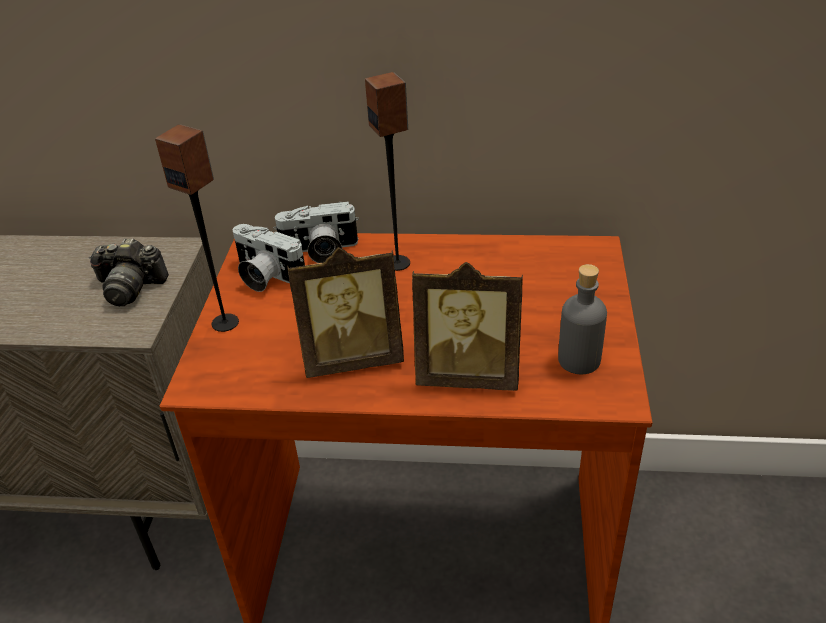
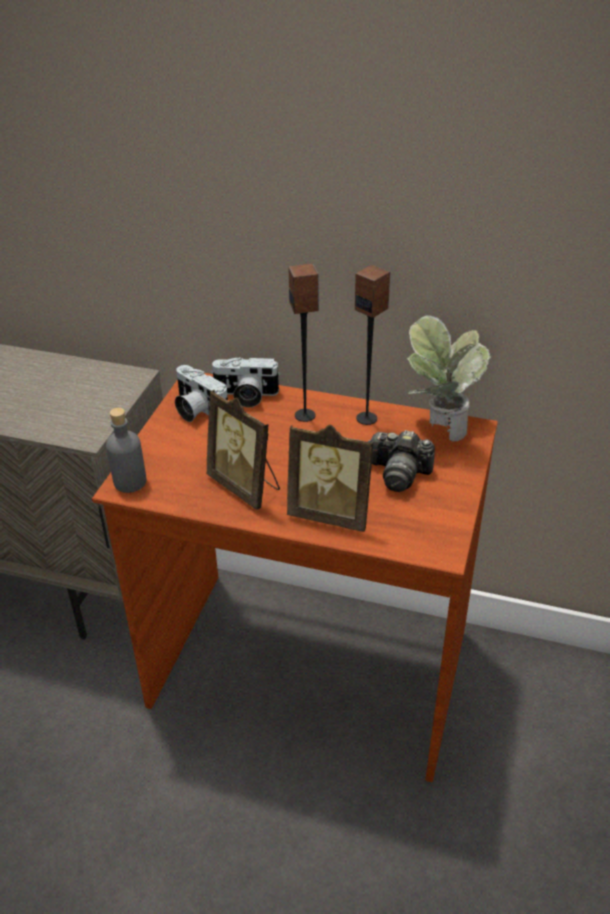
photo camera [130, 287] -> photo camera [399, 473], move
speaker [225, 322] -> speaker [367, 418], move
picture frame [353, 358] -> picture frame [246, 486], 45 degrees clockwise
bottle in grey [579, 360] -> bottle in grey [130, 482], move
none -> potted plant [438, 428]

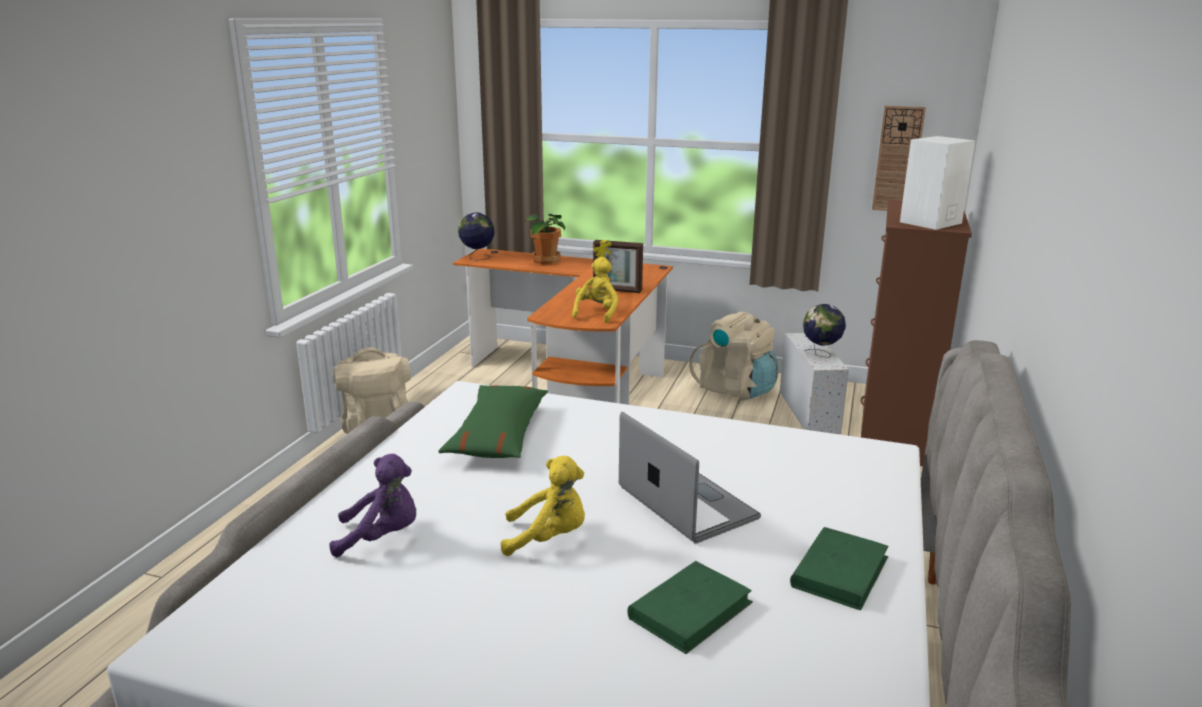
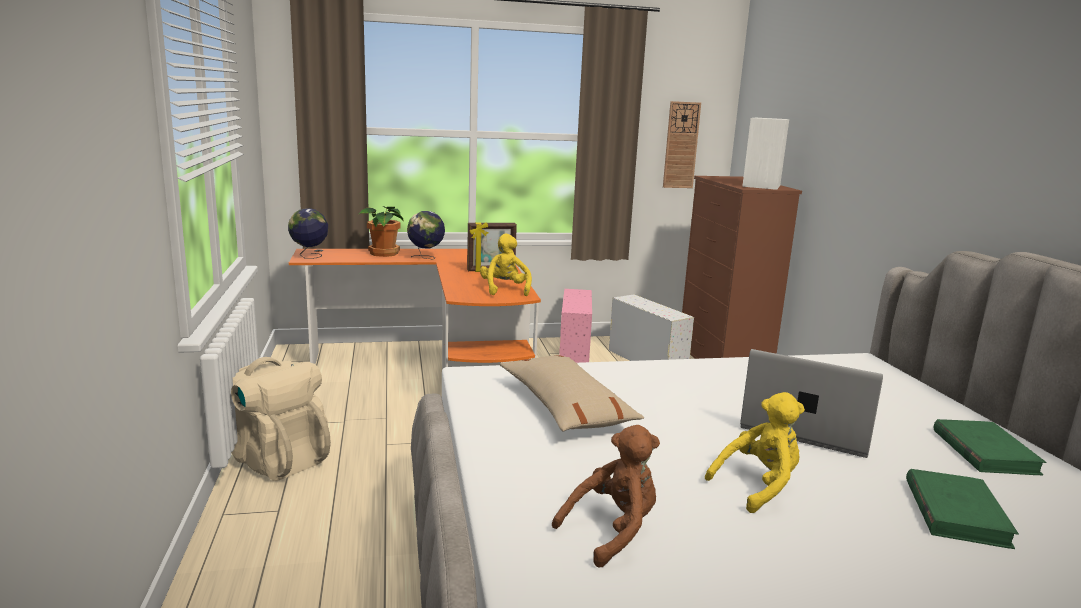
plush toy in purple [381, 537] -> plush toy in brown [612, 531]
pillow in green [498, 435] -> pillow in beige [565, 407]
backpack in beige [735, 389] -> storage box in pink [574, 354]
globe [821, 354] -> globe [426, 258], move

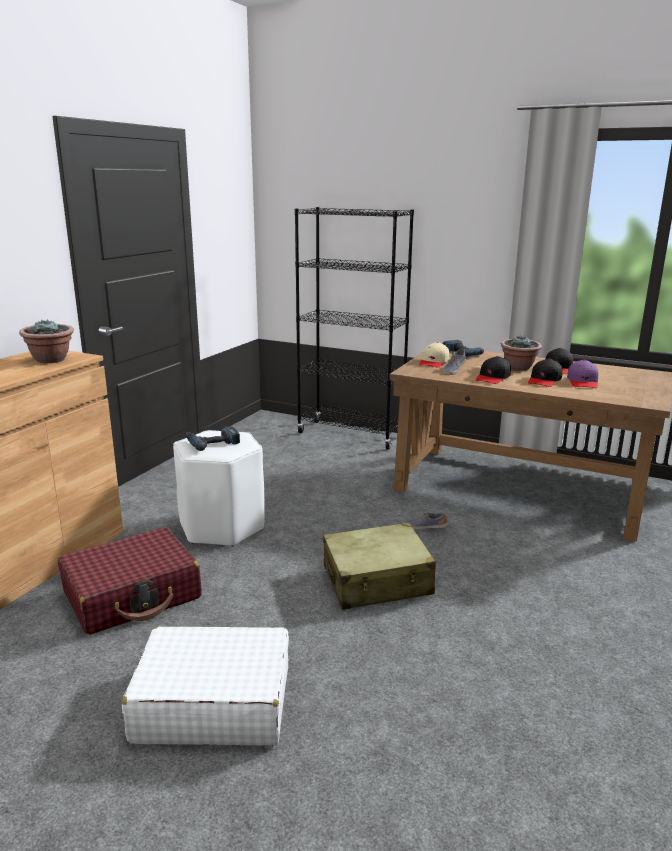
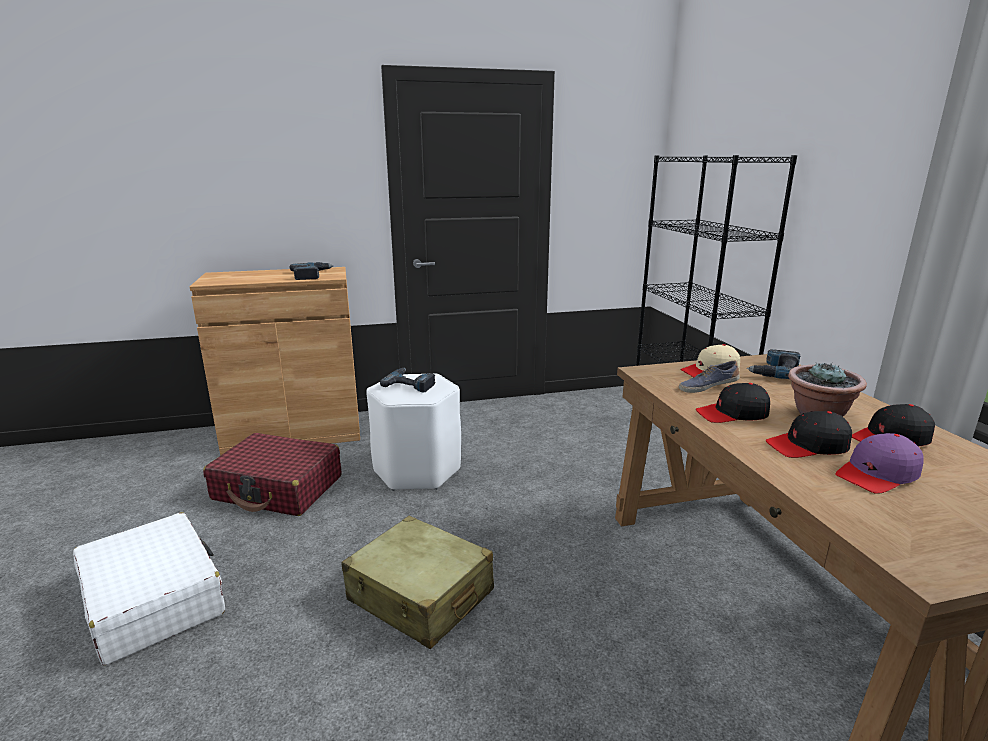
potted plant [51, 360] -> power drill [311, 275]
shoe [425, 528] -> none

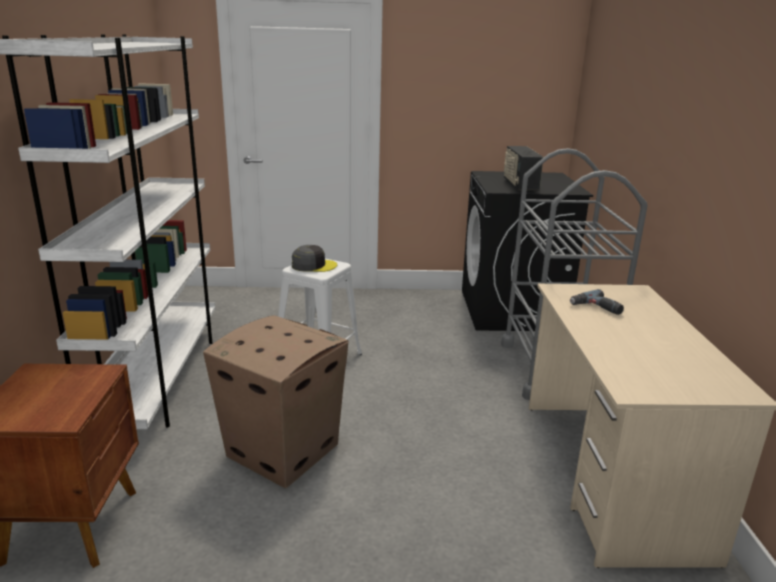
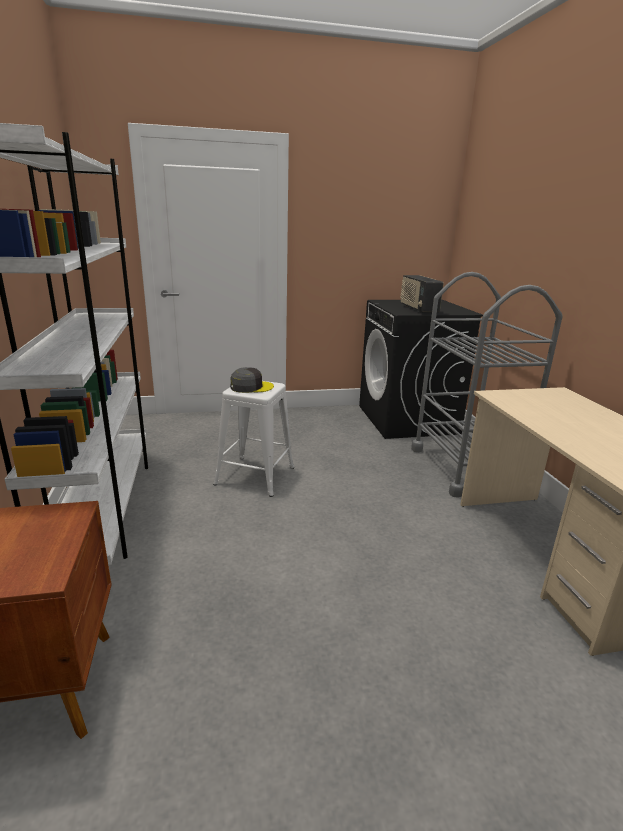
cardboard box [281, 450] -> none
power drill [596, 308] -> none

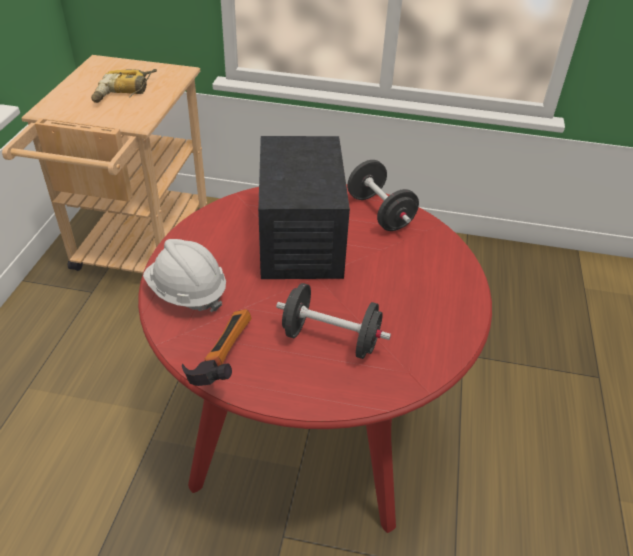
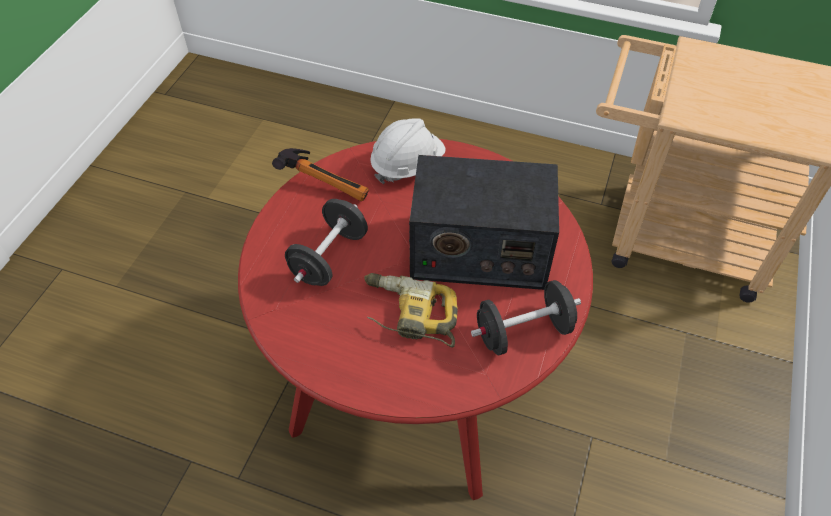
power drill [125, 93] -> power drill [408, 315], move

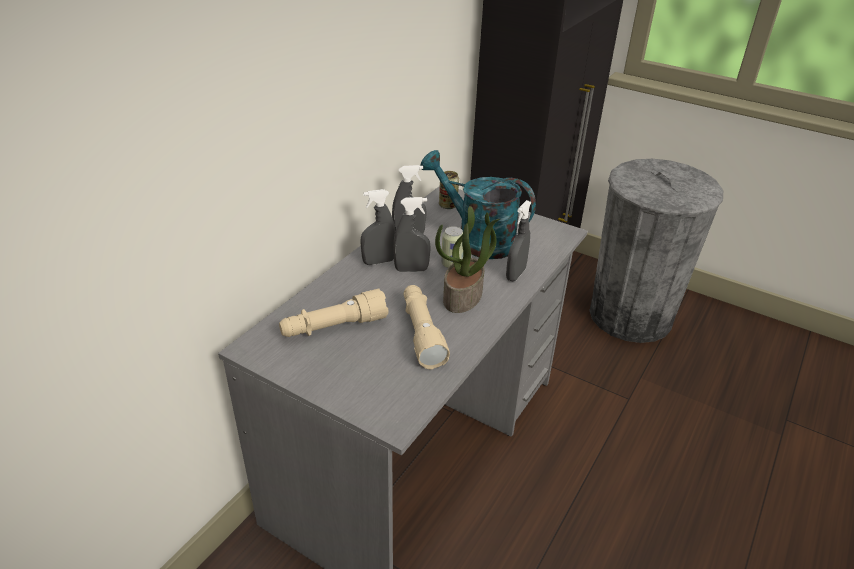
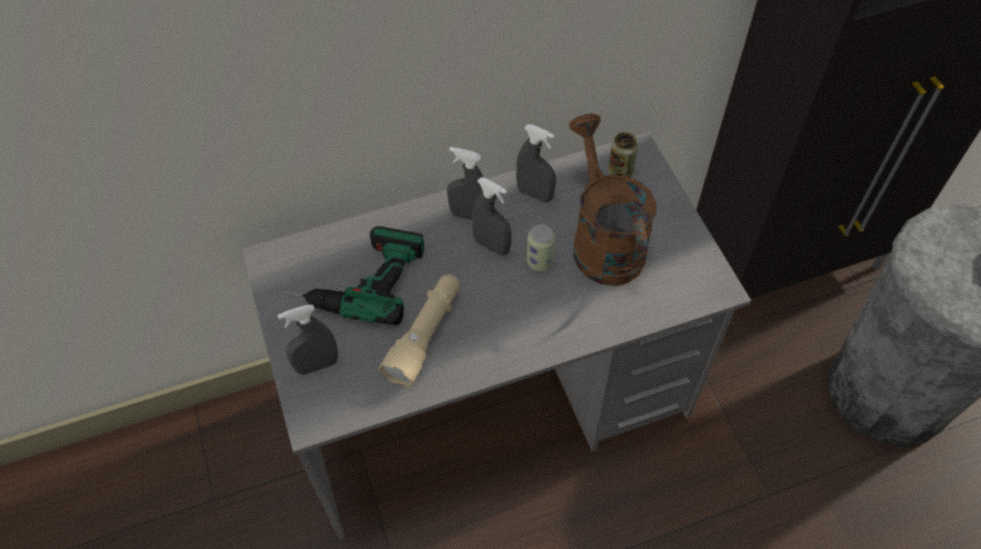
flashlight in beige [334, 327] -> power drill [355, 277]
watering can in turquoise [476, 239] -> watering can in brown [603, 240]
potted plant [463, 297] -> none
spray bottle in grey [515, 274] -> spray bottle in grey [317, 365], move

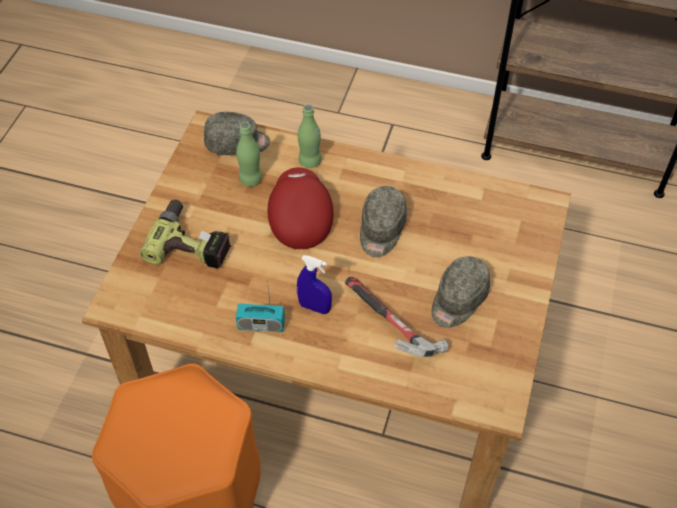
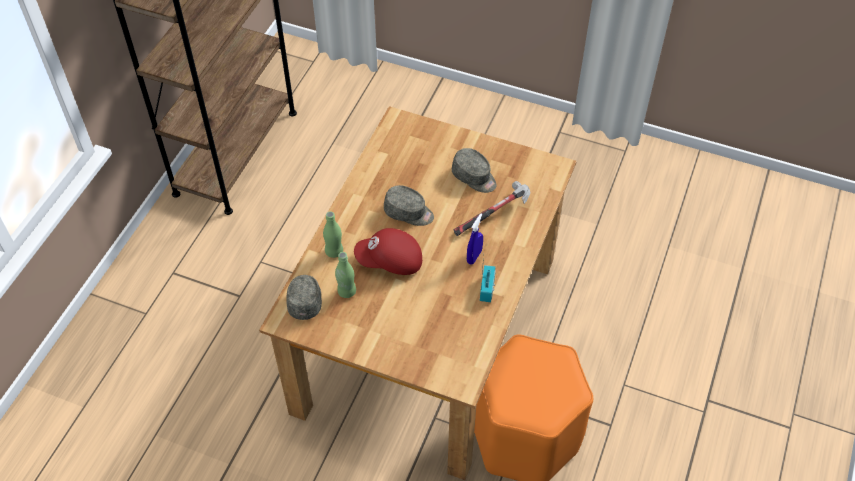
power drill [192, 242] -> none

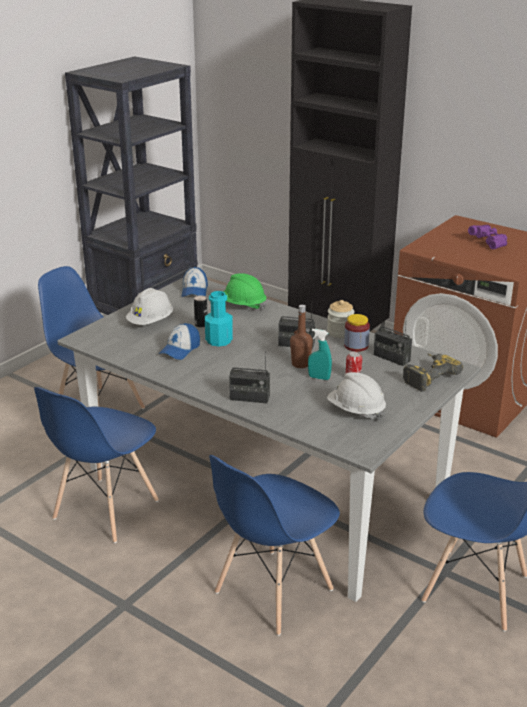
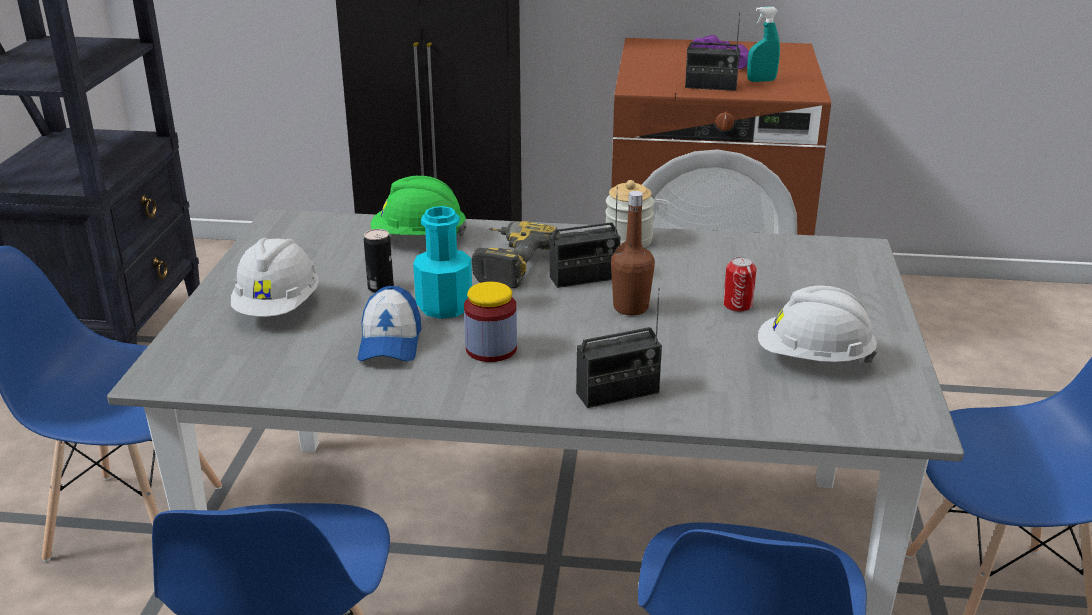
cap [194, 291] -> none
spray bottle in turquoise [319, 378] -> spray bottle in turquoise [761, 81], move
jar [356, 346] -> jar [491, 349], move
radio [391, 358] -> radio [710, 86], move
power drill [427, 376] -> power drill [507, 264], move

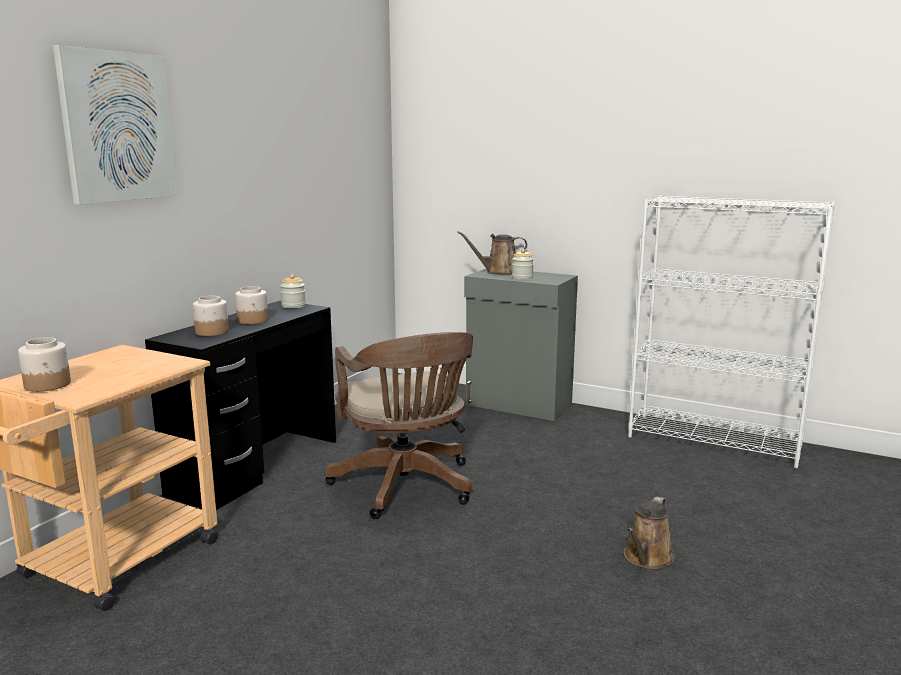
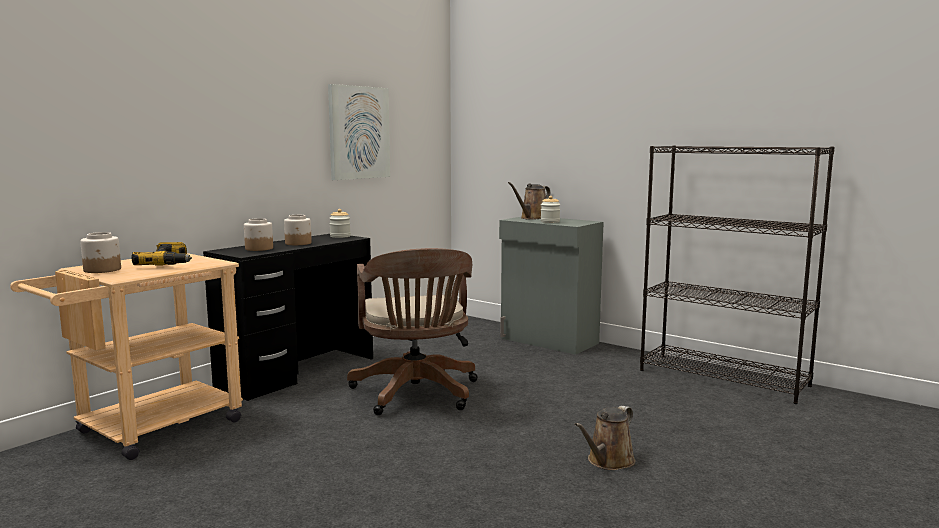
picture [117, 127] -> picture [358, 132], move
watering can in brown [498, 272] -> watering can in brown [533, 218], 45 degrees counterclockwise
bookcase in white [715, 441] -> bookcase in black [724, 378]
none -> power drill [169, 264]

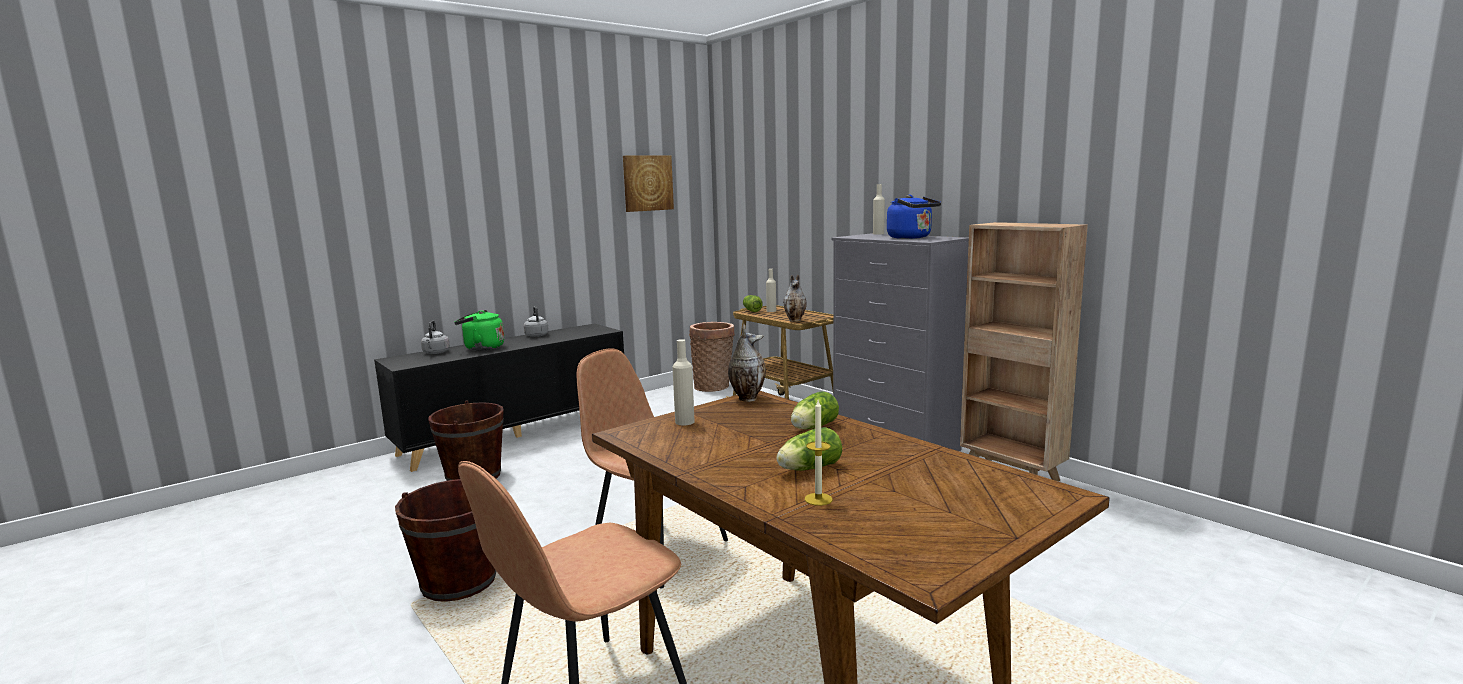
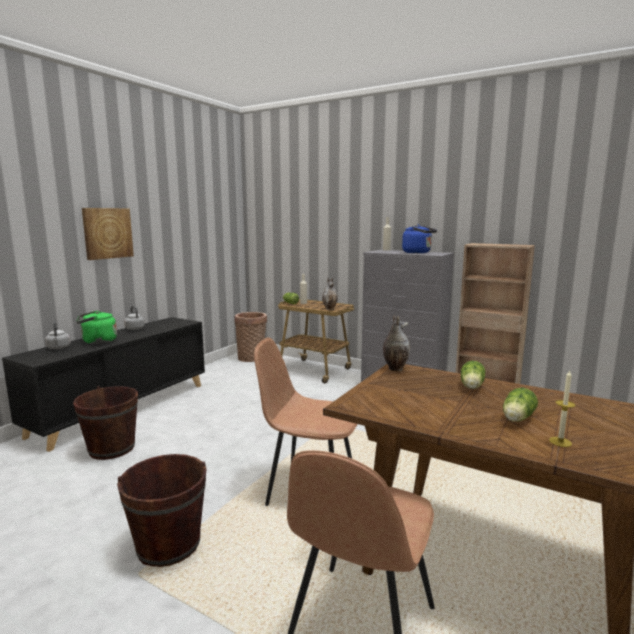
picture [647, 183] -> picture [107, 233], move
bottle in beige [684, 422] -> none

